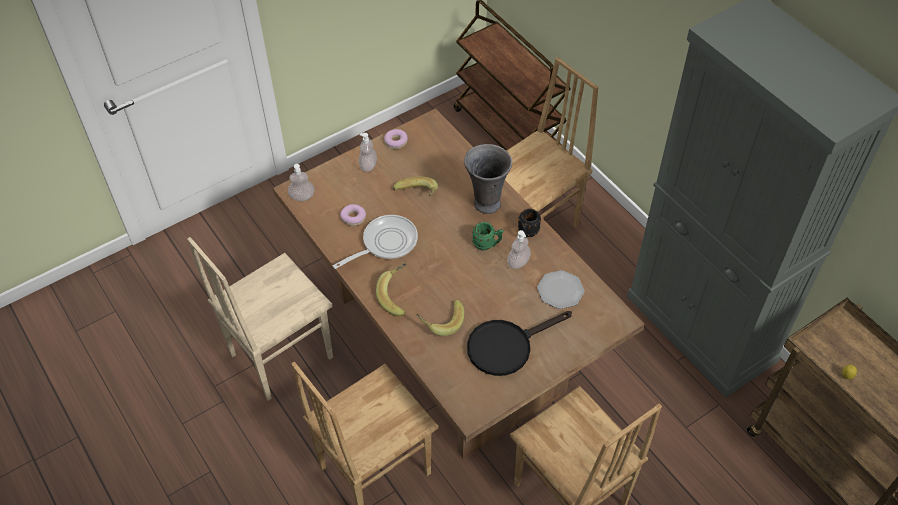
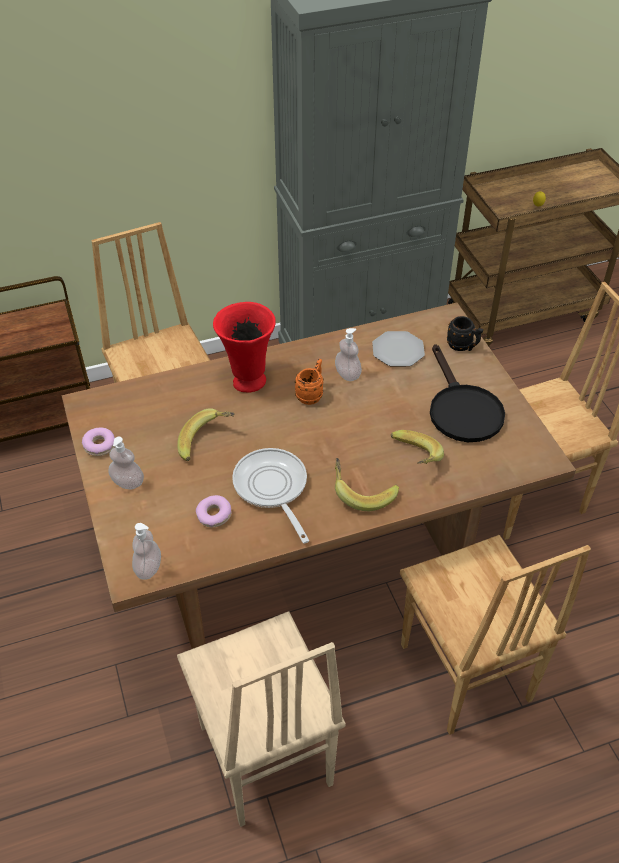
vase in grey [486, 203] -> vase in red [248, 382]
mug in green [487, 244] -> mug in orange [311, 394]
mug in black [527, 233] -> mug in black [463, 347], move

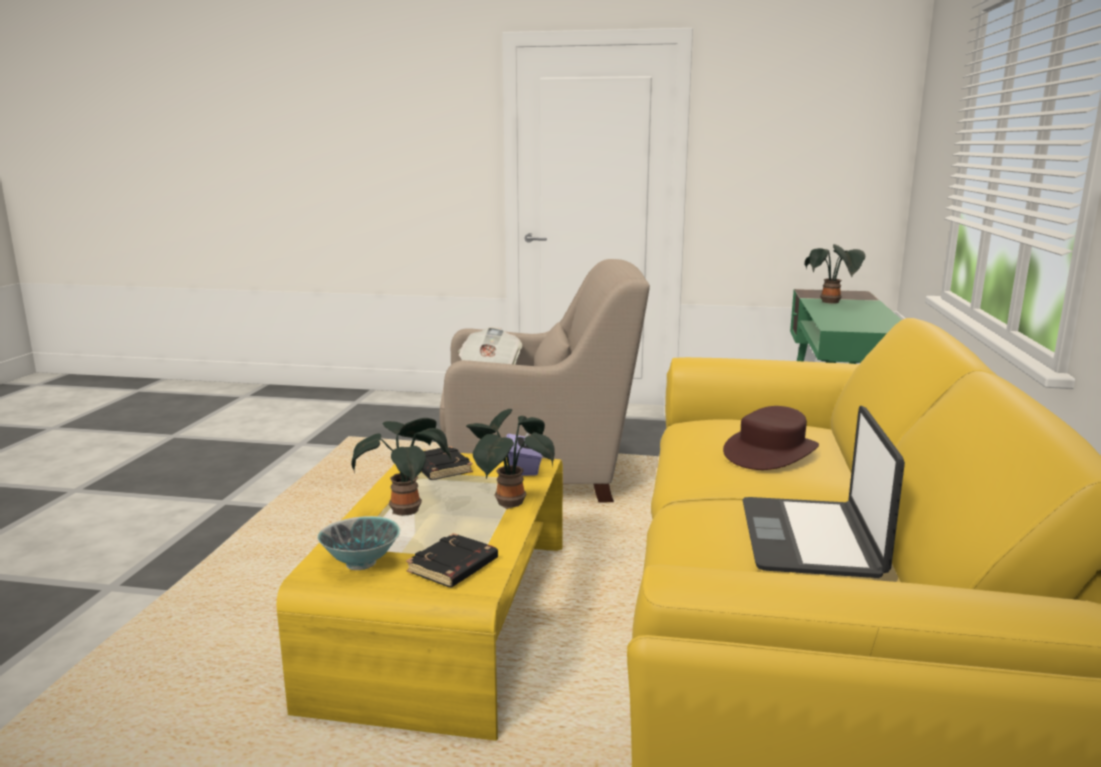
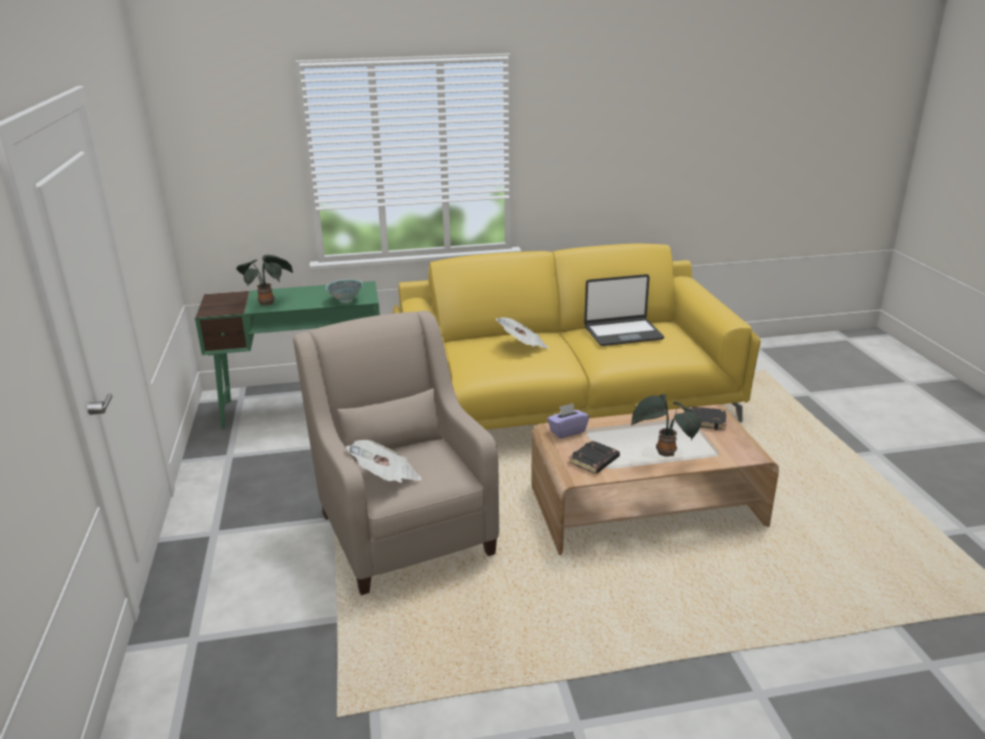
coffee table in yellow [448, 619] -> coffee table in brown [645, 506]
bowl [361, 564] -> bowl [346, 300], move
potted plant [508, 502] -> none
hat in brown [771, 452] -> newspaper [523, 346]

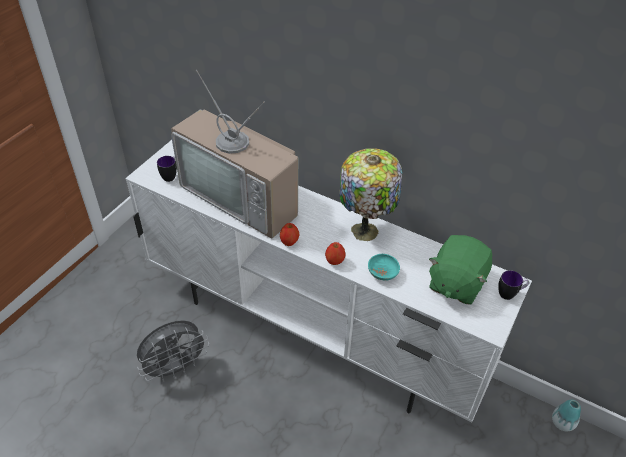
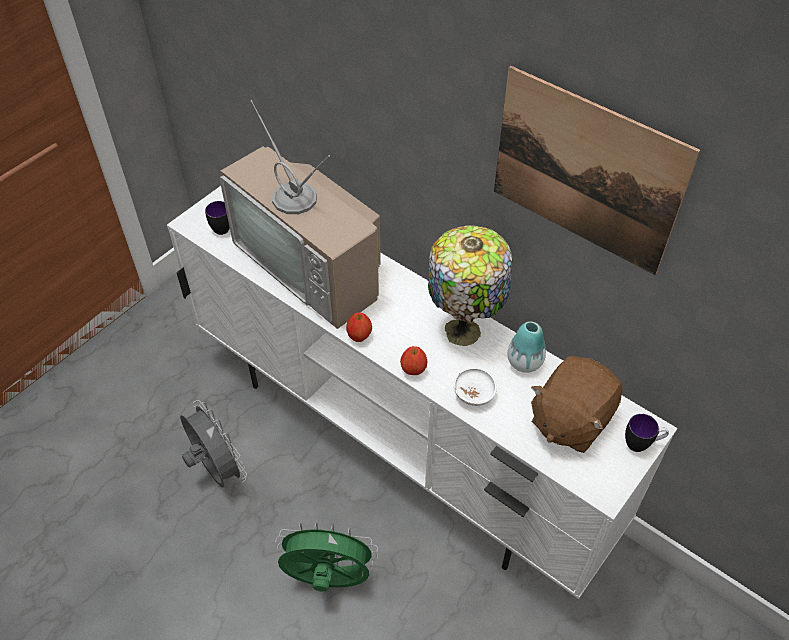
fan in grey [176, 368] -> fan in grey [216, 470], 105 degrees counterclockwise
bowl in turquoise [382, 273] -> bowl in white [474, 394]
plush toy in green [455, 283] -> plush toy in brown [570, 420]
vase [562, 423] -> vase [524, 362], move
none -> fan in green [327, 580]
none -> picture [585, 172]

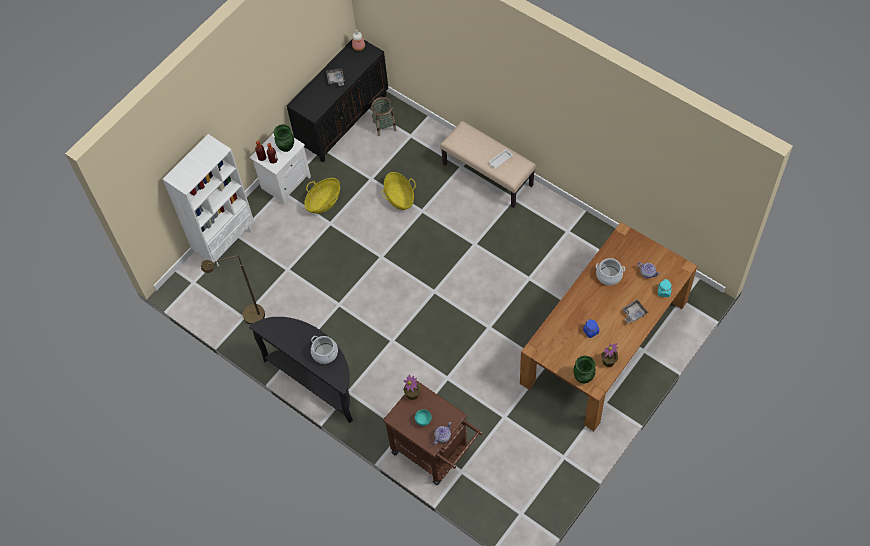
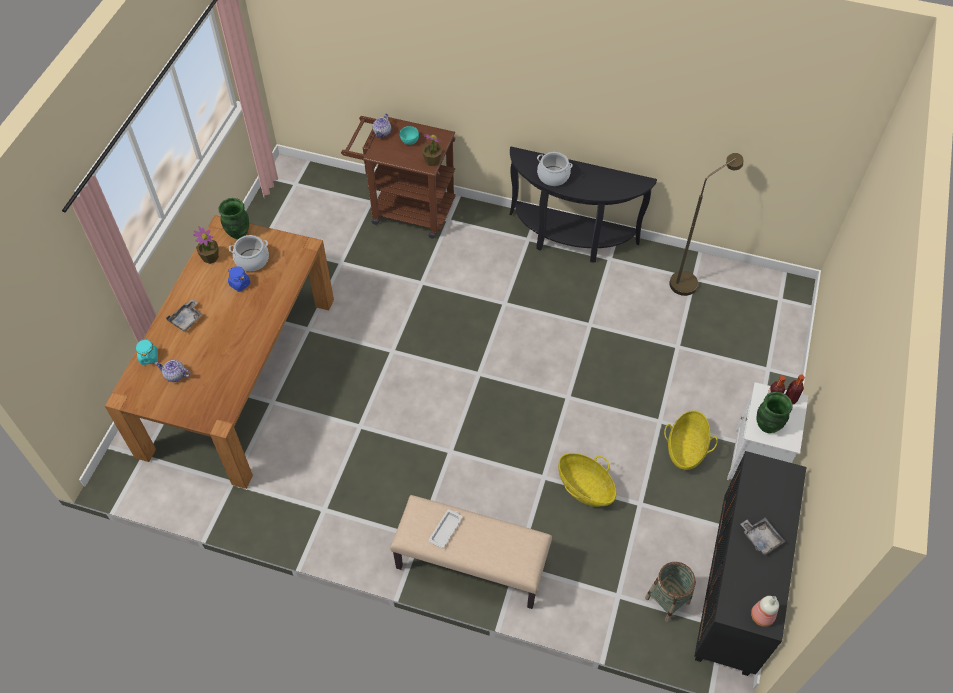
bookcase in white [225, 242] -> none
cooking pot [609, 275] -> cooking pot [252, 260], move

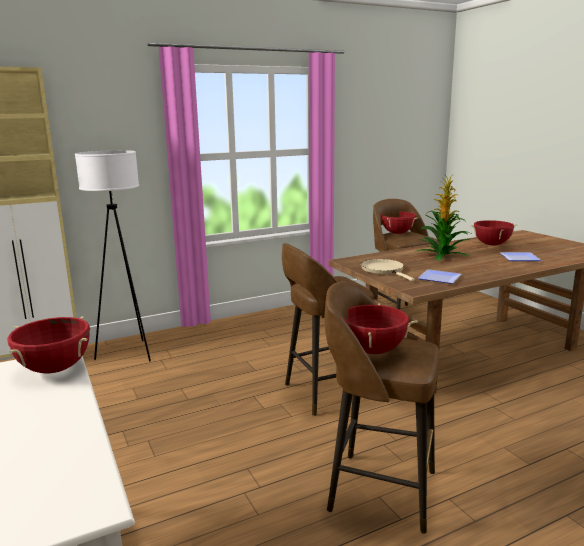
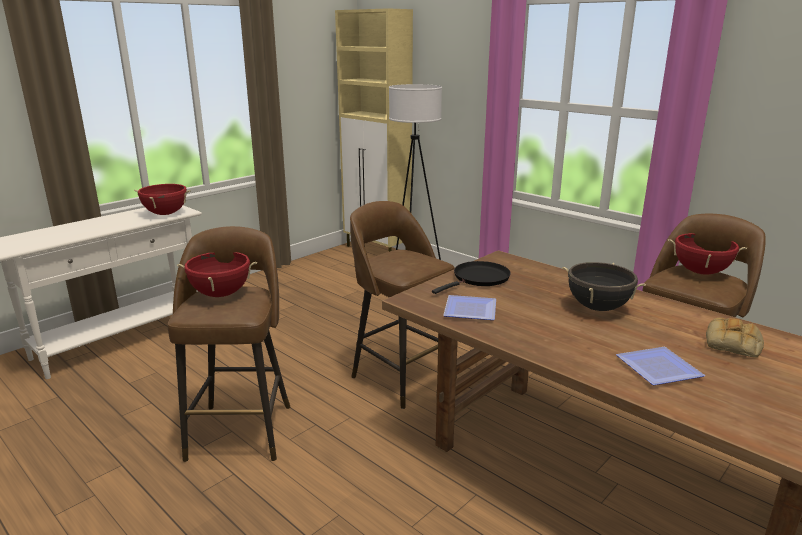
frying pan in beige [384, 270] -> frying pan in black [479, 279]
potted plant [442, 255] -> cooking pot in black [597, 307]
cooking pot in red [492, 245] -> bread [733, 344]

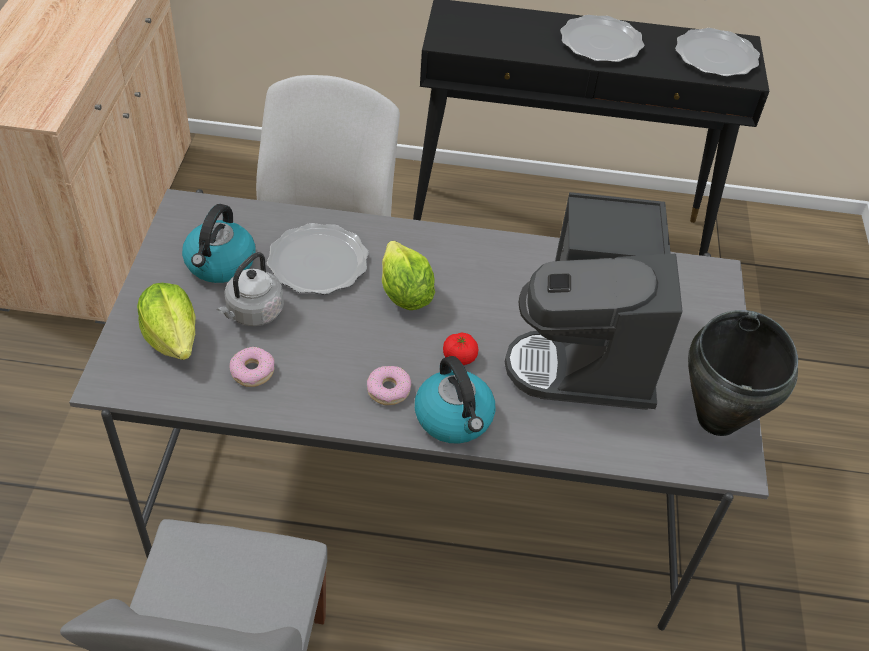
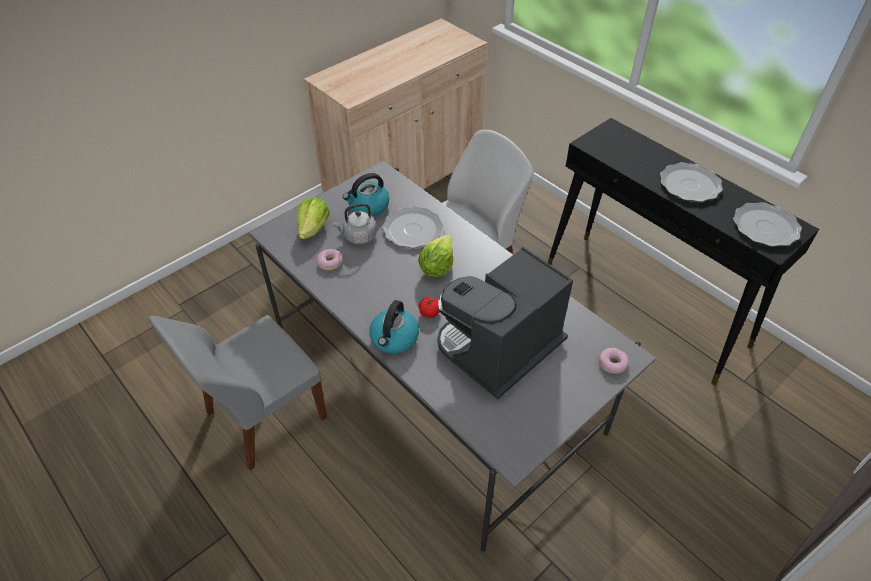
donut [388, 389] -> donut [612, 363], move
cooking pot in black [718, 419] -> none

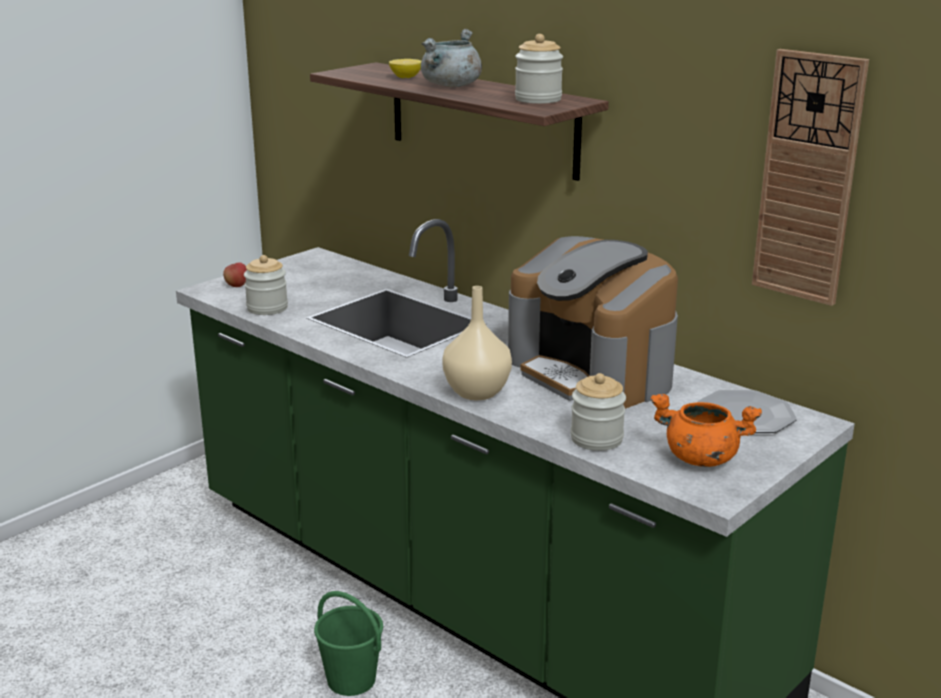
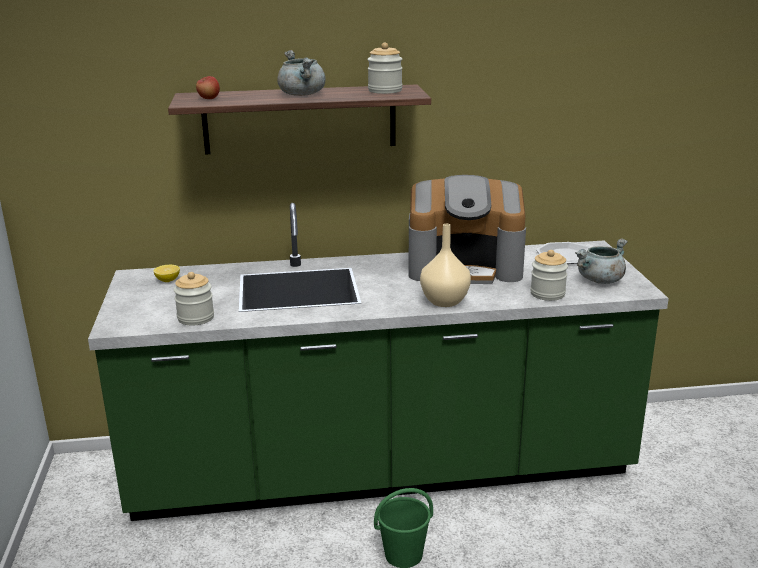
apple [237, 285] -> apple [208, 98], move
lemon [405, 77] -> lemon [168, 280], move
cooking pot in orange [700, 458] -> cooking pot in grey [600, 280]
wall clock [808, 178] -> none

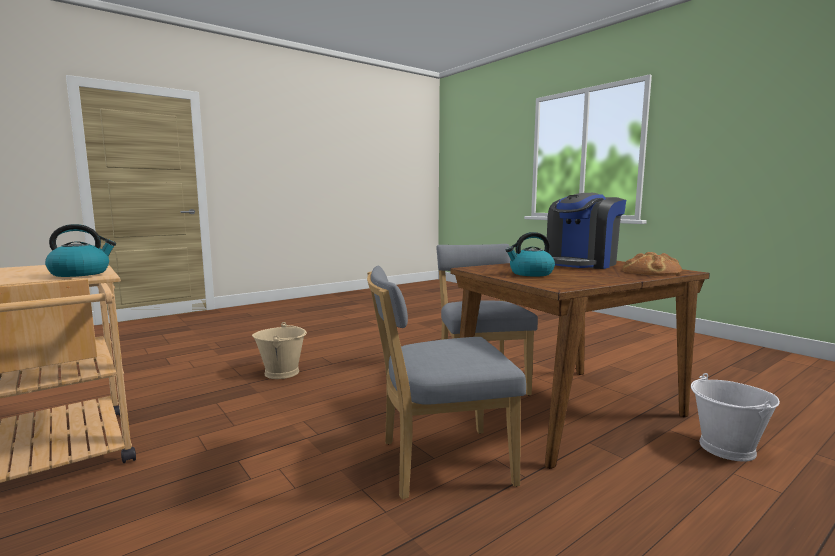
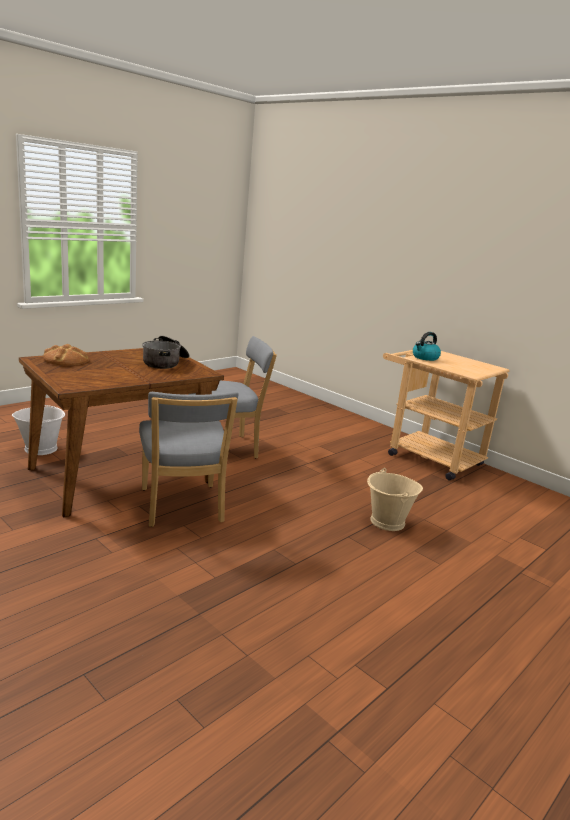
kettle [530, 273] -> cooking pot [165, 362]
coffee machine [581, 264] -> none

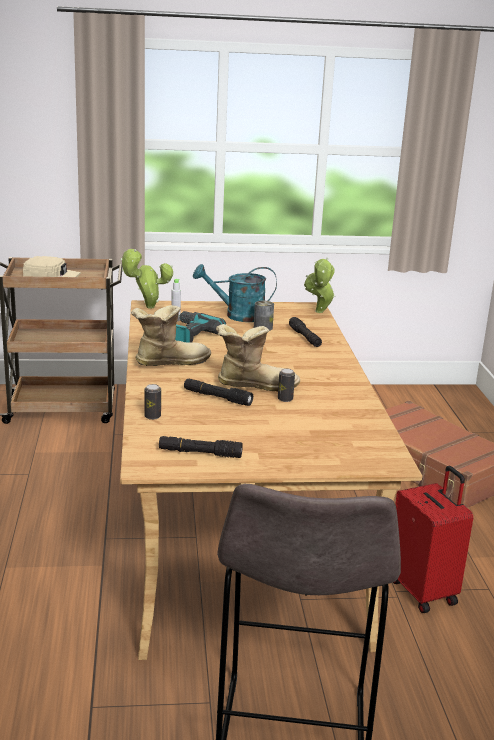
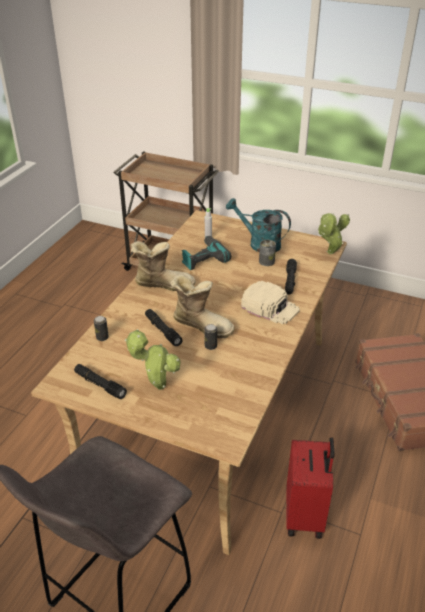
cap in beige [52, 276] -> cap in beige [270, 307], move
potted plant [147, 307] -> potted plant [157, 386], move

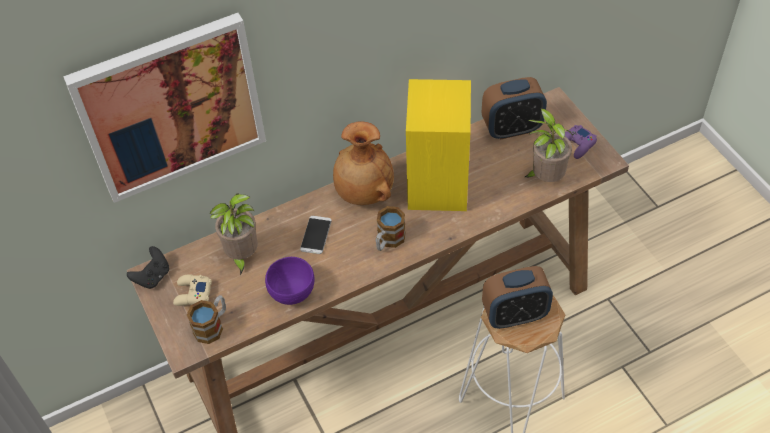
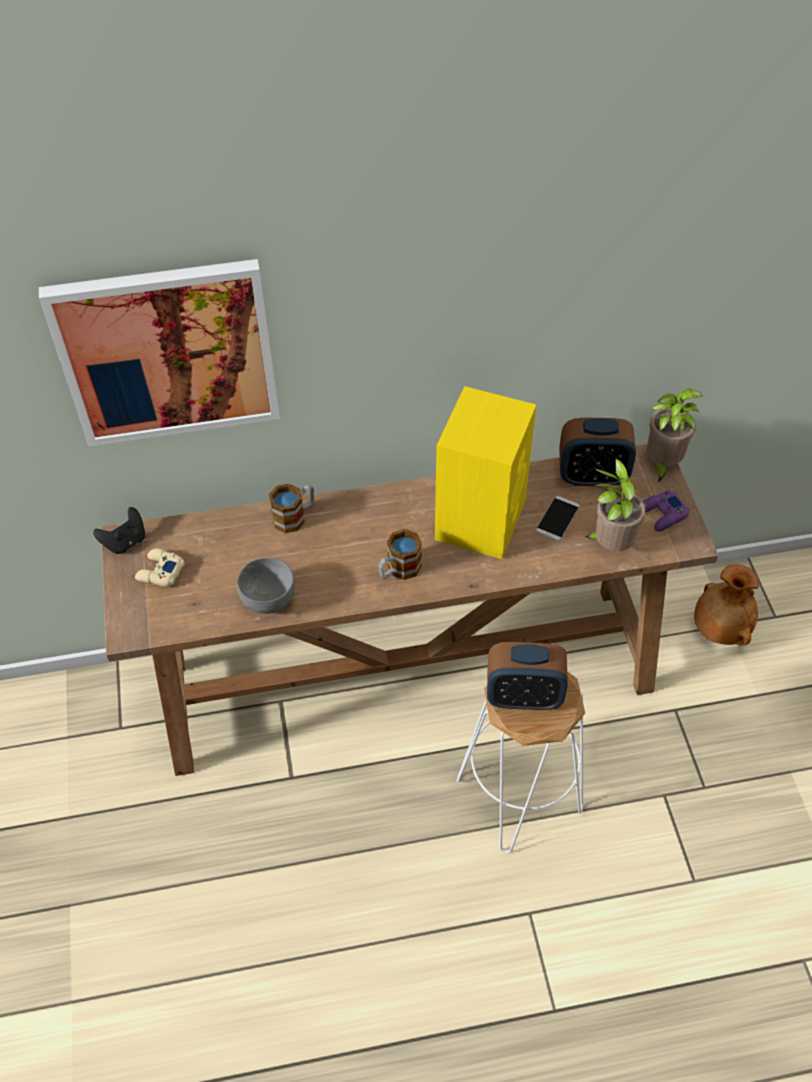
mug [212, 326] -> mug [295, 516], move
potted plant [242, 256] -> potted plant [662, 464], move
bowl in purple [292, 293] -> bowl in grey [268, 601]
phone [316, 235] -> phone [557, 519], move
vase in brown [363, 192] -> vase in brown [719, 629], move

